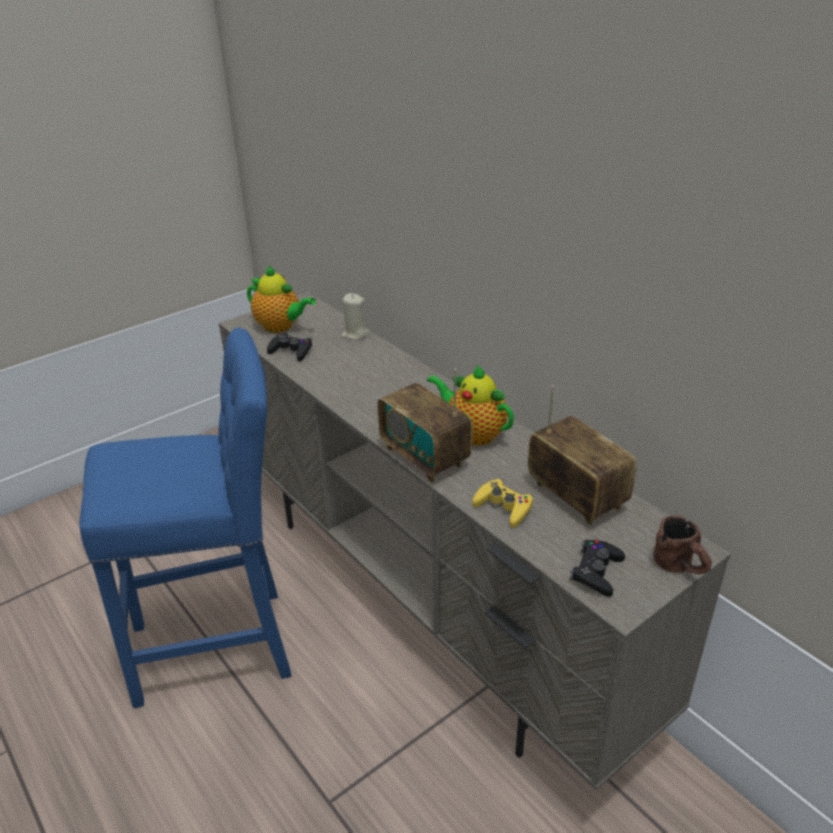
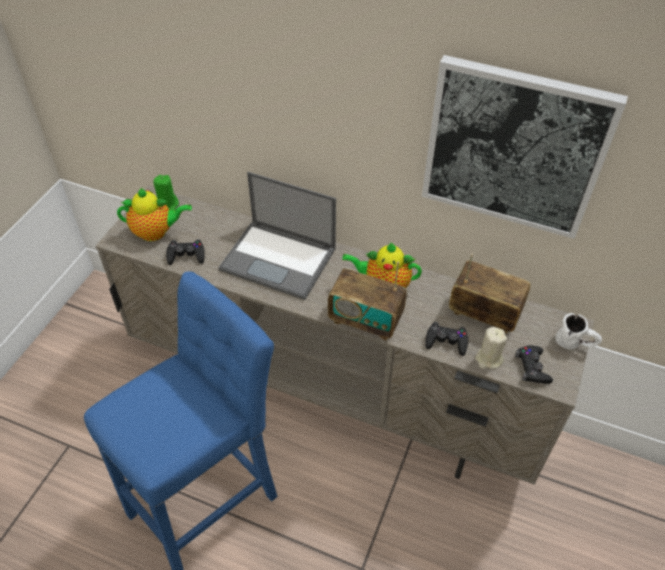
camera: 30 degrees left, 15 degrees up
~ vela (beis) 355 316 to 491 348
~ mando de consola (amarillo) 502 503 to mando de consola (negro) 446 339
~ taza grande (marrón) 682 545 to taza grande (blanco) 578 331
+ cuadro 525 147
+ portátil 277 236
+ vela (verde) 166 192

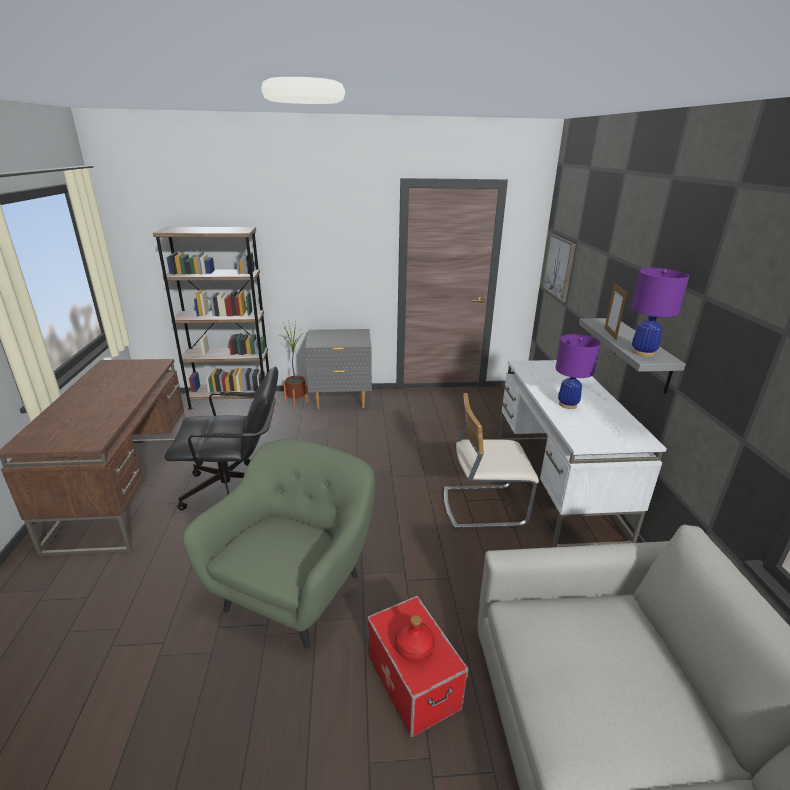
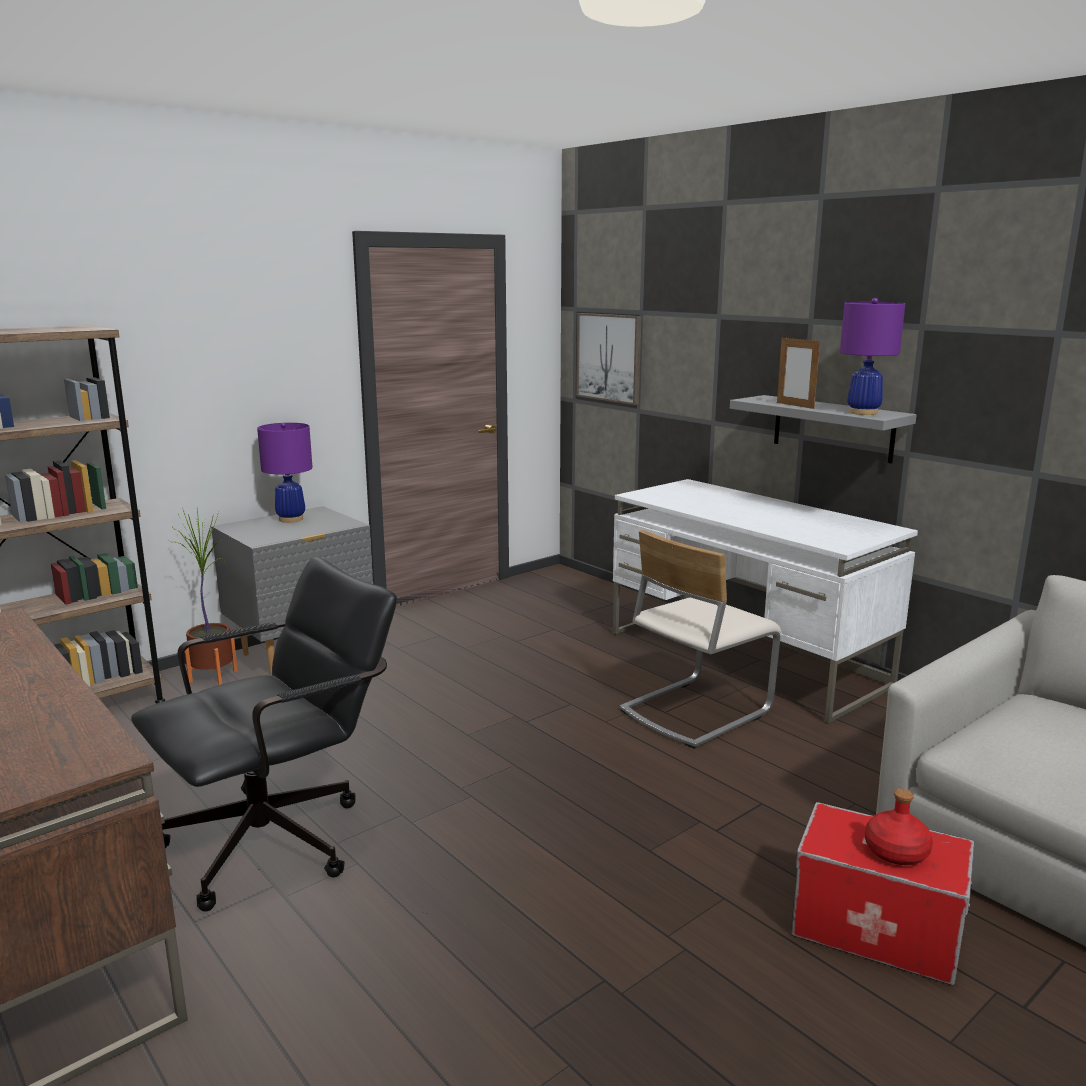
camera: 35 degrees left, 10 degrees down
~ lámpara de mesa (morado) 578 371 to 285 472
- sillón (verde) 279 544

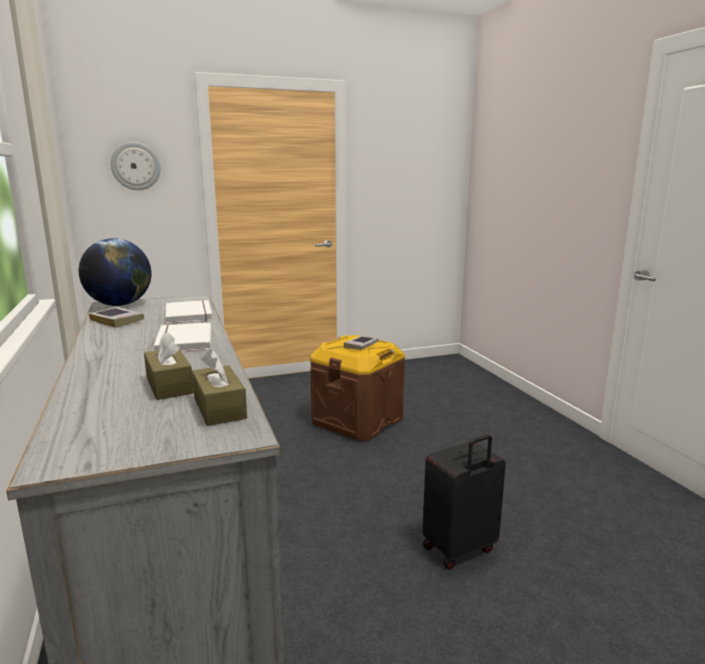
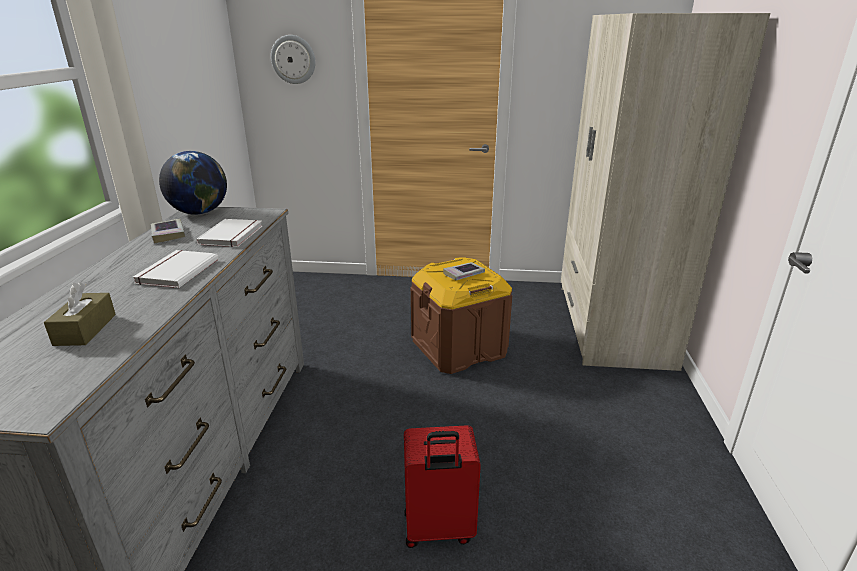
camera: 25 degrees right, 10 degrees up
- caja de pañuelos (marrón) 219 387
~ maleta (negro) 464 501 to maleta (rojo) 442 486
+ armario ropero (beis) 666 192

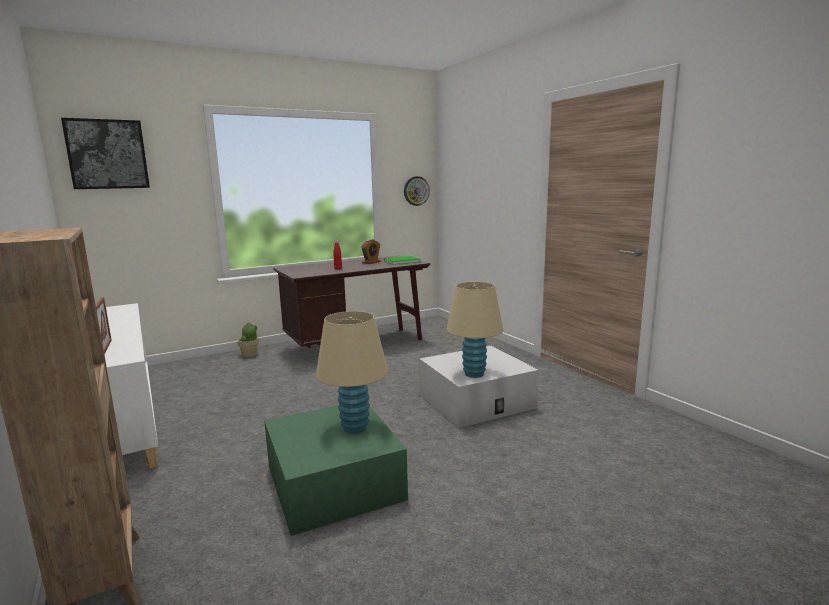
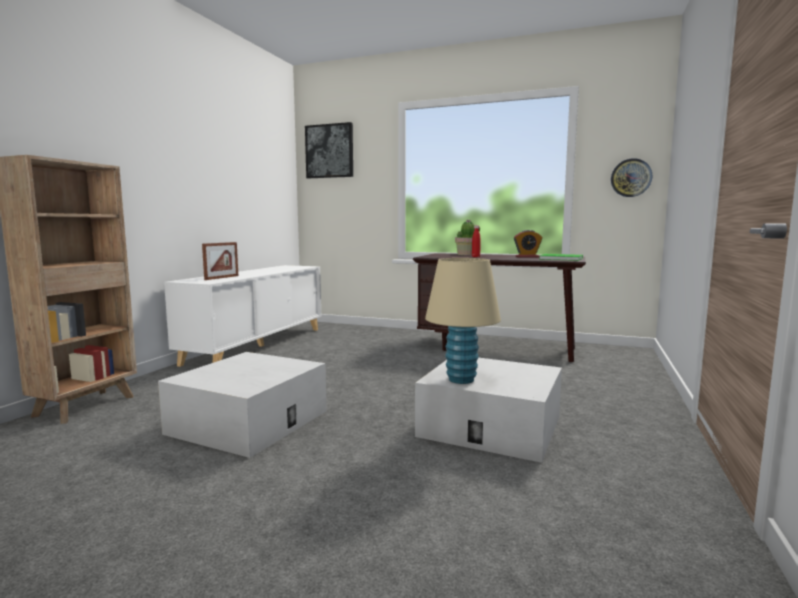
camera: 50 degrees right, 5 degrees down
- lámpara de mesa (beis) 352 372
~ planta en maceta 248 339 to 467 237
~ caja de almacenaje (verde) 336 470 to caja de almacenaje (blanco) 242 405

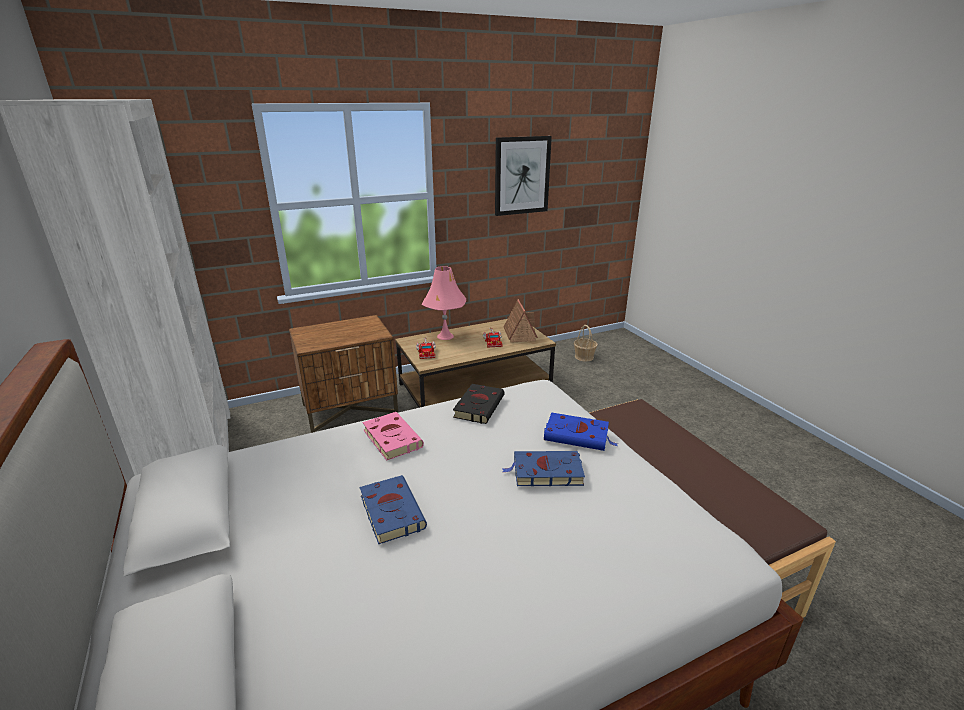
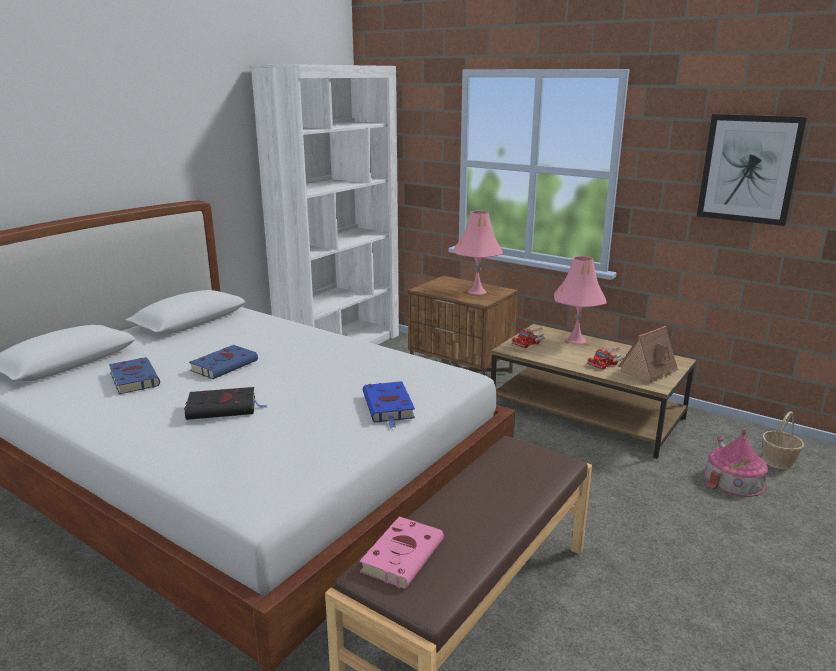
camera: 60 degrees right, 5 degrees down
~ libro (negro) 479 404 to 225 403
~ libro (rosa) 393 436 to 402 552
~ libro (azul) 543 468 to 134 375
+ lámpara de mesa (rosa) 478 252
+ casita 736 463

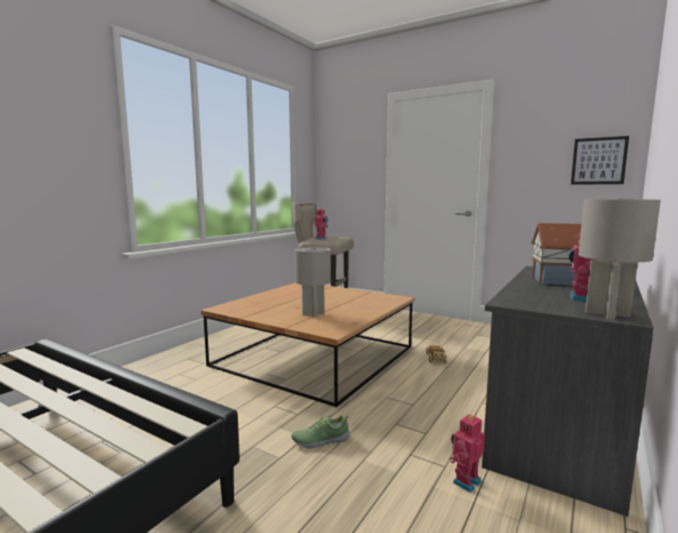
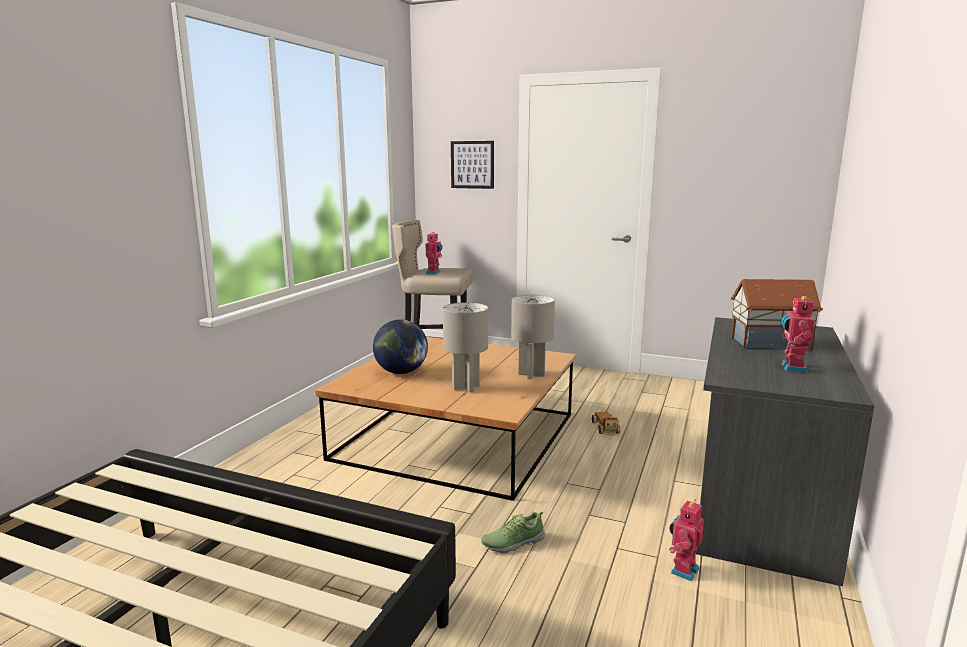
camera: 10 degrees left, 5 degrees up
~ cuadro 600 160 to 472 165
~ lámpara de mesa (gris) 620 259 to 533 337
+ globo terráqueo 400 346

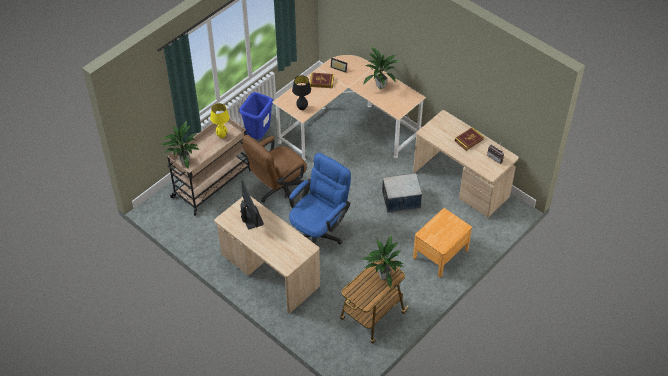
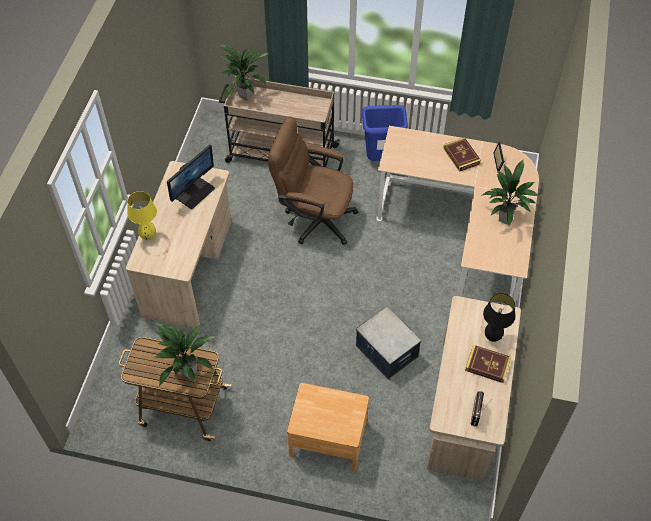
camera: 60 degrees right, 5 degrees up
~ lámpara de mesa (negro) 301 92 to 499 317
~ lámpara de mesa (amarillo) 220 120 to 142 215
- silla de oficina (azul) 320 198

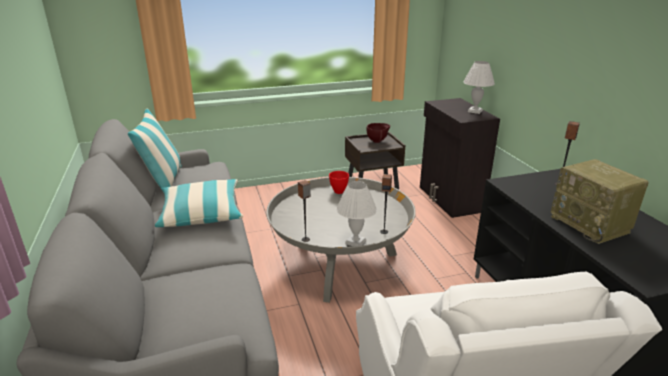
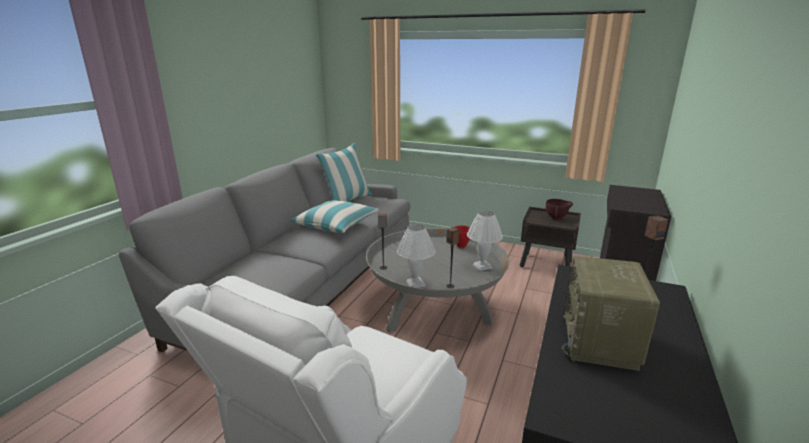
camera: 40 degrees right, 5 degrees down
~ lámpara de mesa (blanco) 479 87 to 485 241

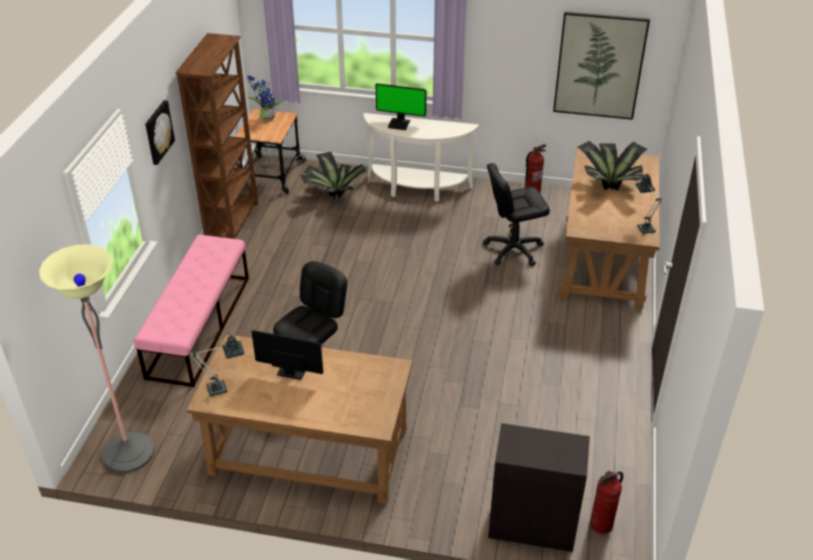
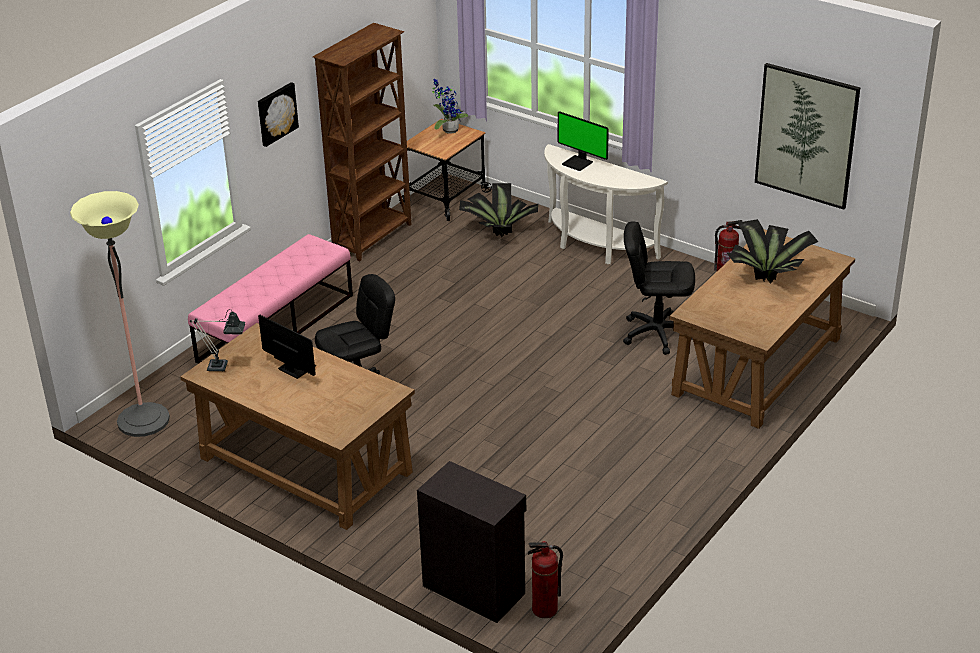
camera: 25 degrees right, 5 degrees down
- lámpara de mesa 649 203

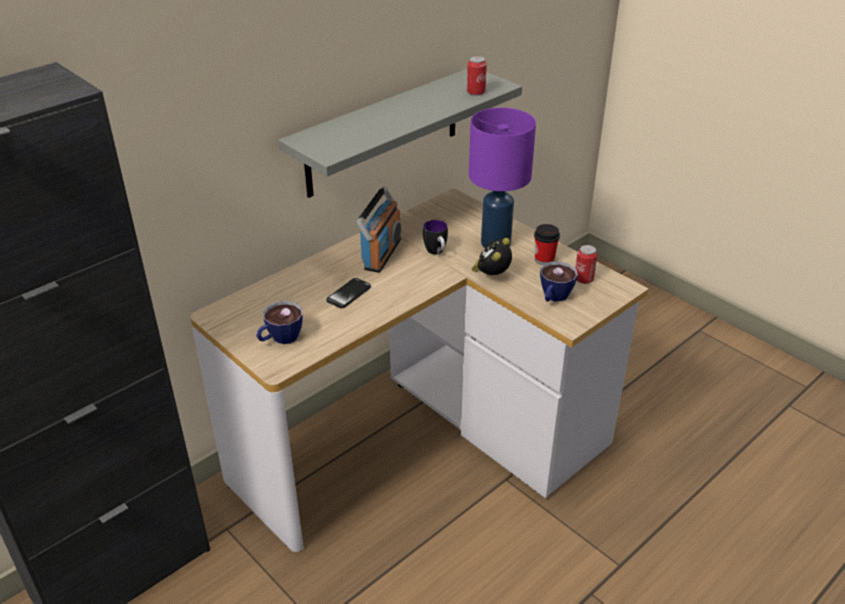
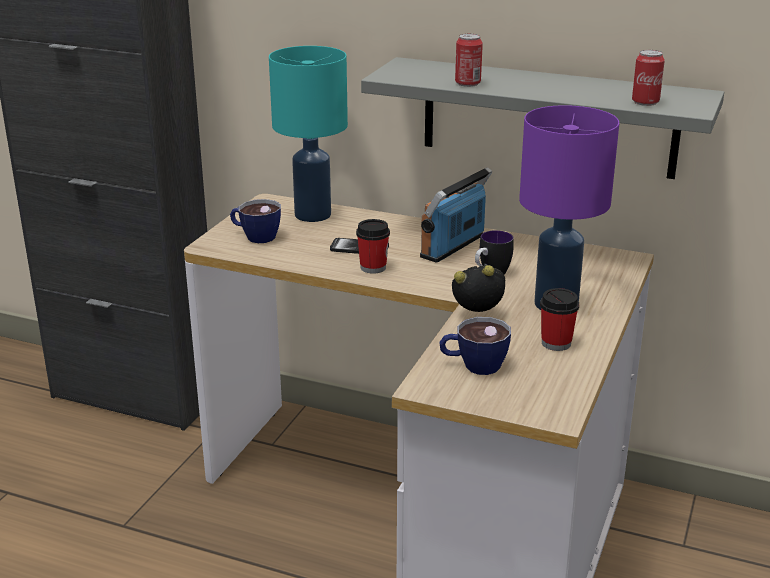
camera: 65 degrees right, 10 degrees down
~ radio 378 229 = 456 215 135 degrees clockwise
~ lata 586 264 to 469 60
+ lámpara de mesa (turquesa) 308 134
+ taza 373 246

